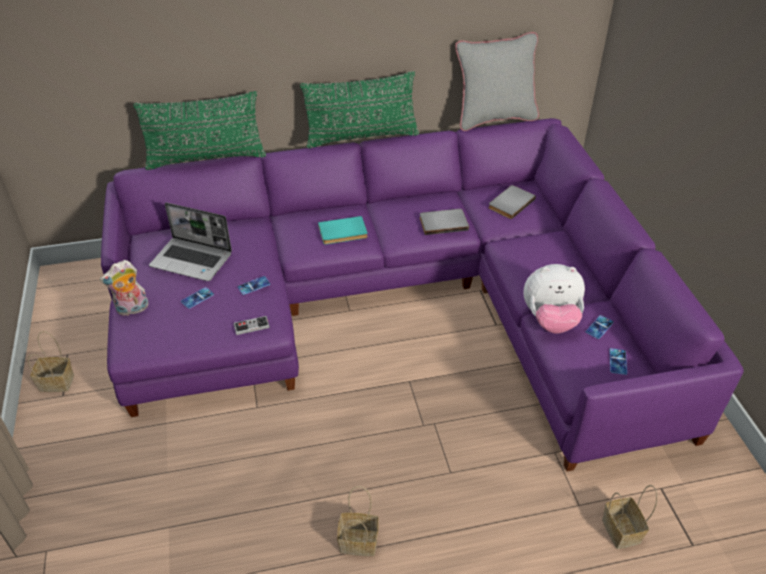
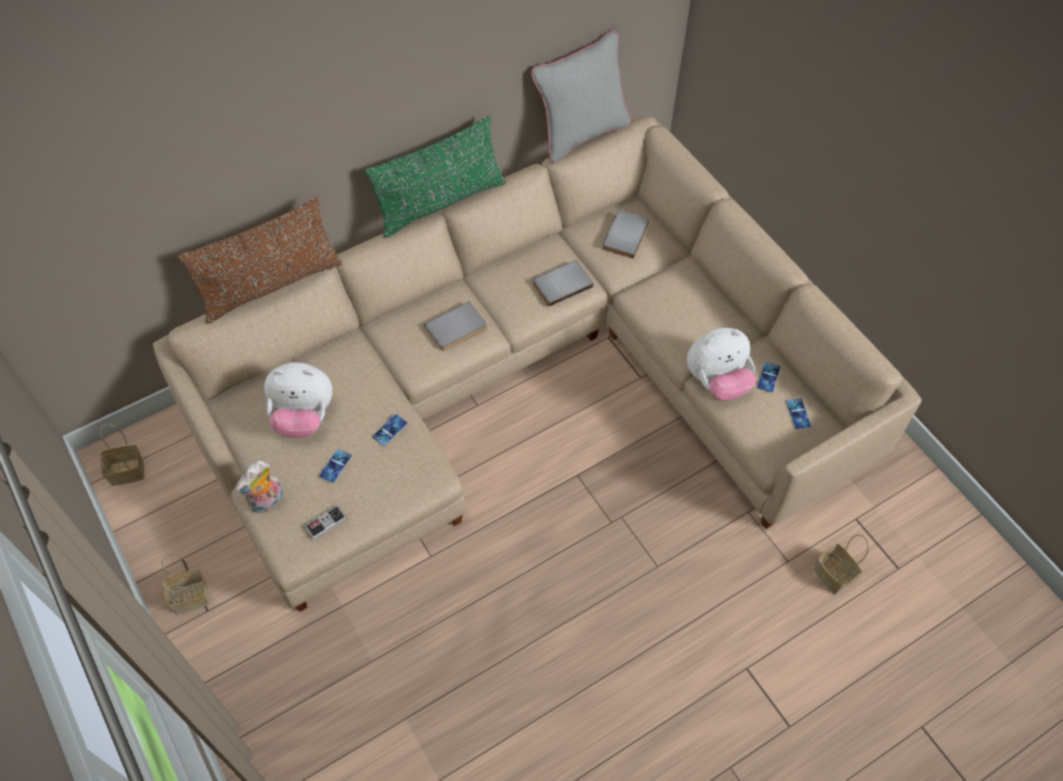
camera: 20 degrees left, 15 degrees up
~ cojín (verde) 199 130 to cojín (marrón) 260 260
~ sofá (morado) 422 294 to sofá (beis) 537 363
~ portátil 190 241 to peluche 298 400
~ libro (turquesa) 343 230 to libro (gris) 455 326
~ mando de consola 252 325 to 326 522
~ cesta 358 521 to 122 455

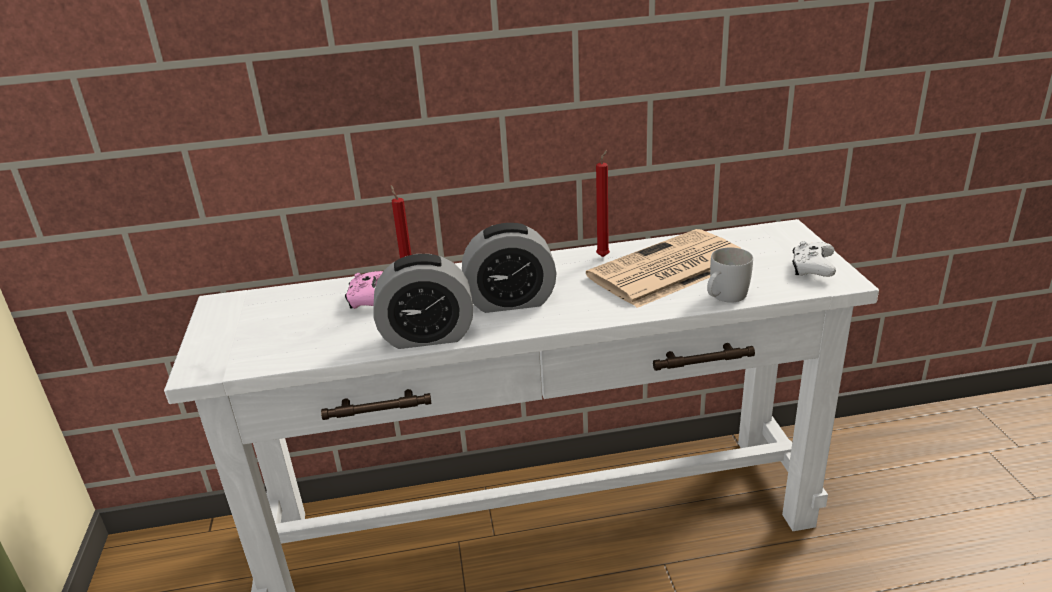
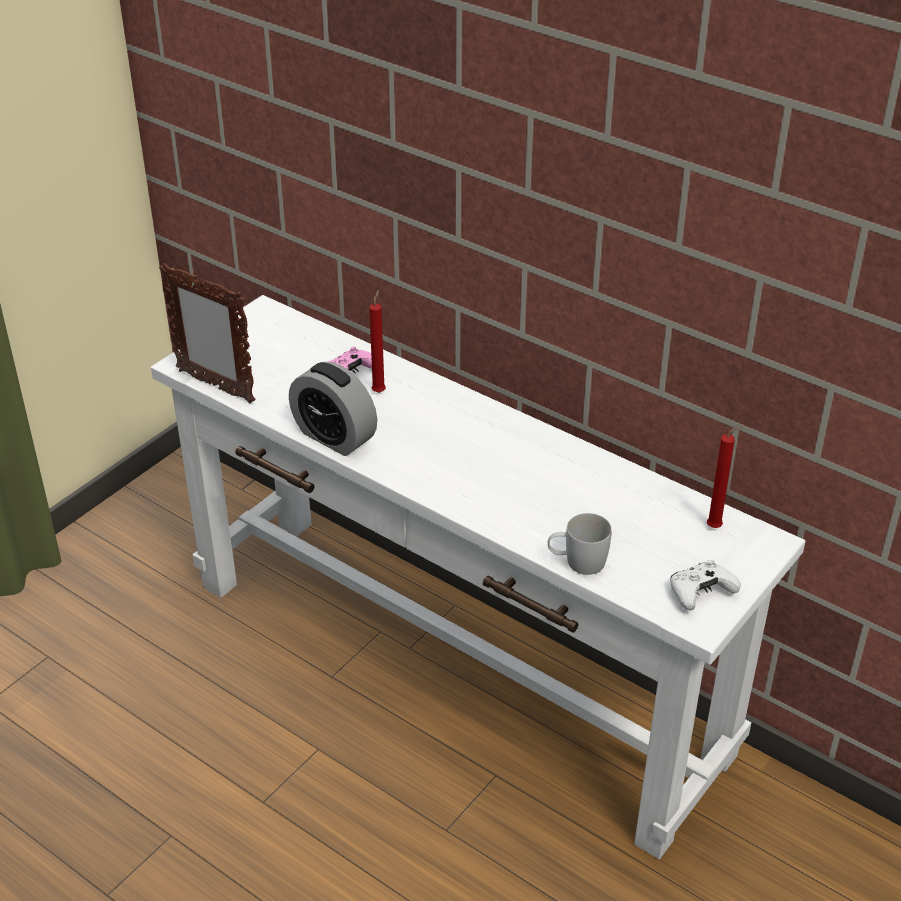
camera: 45 degrees right, 10 degrees up
~ vela (rojo) 603 203 to 725 476
- despertador 509 268
- periódico 663 268
+ portarretratos 207 333

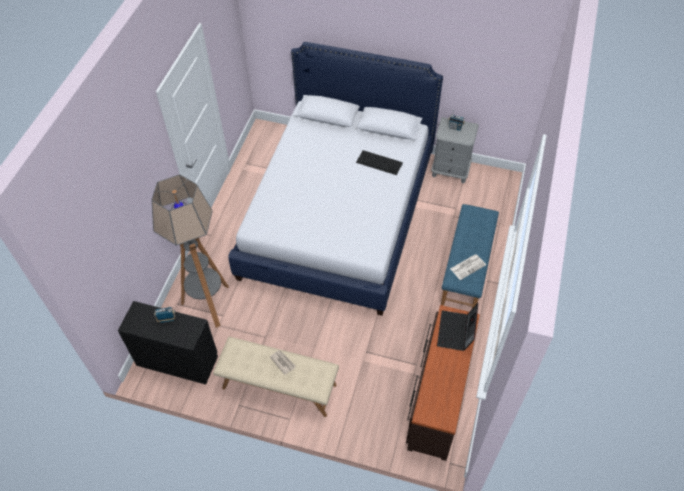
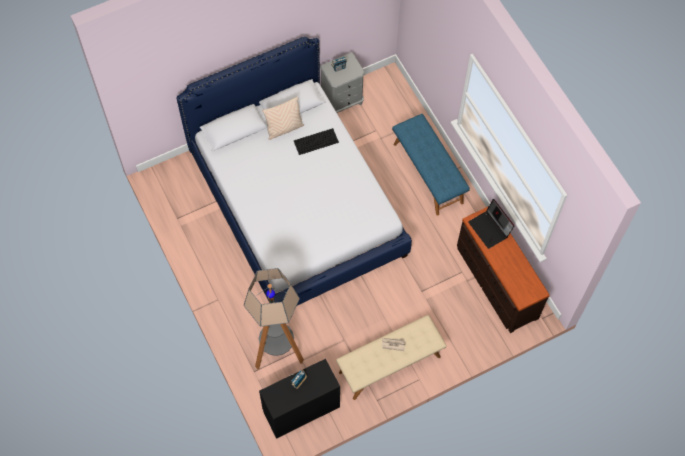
camera: 45 degrees left, 10 degrees up
- periódico 468 267
+ cojín (beis) 283 118

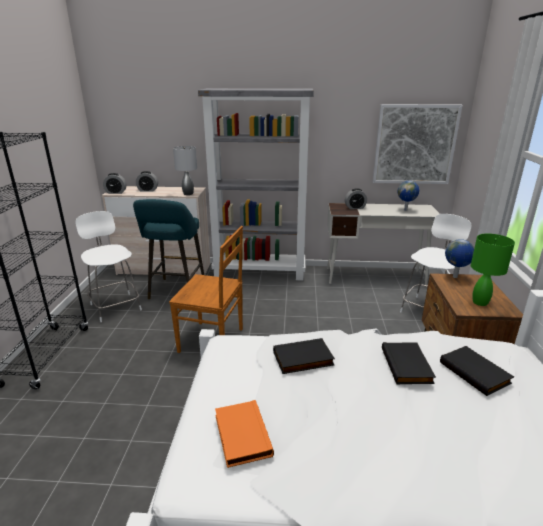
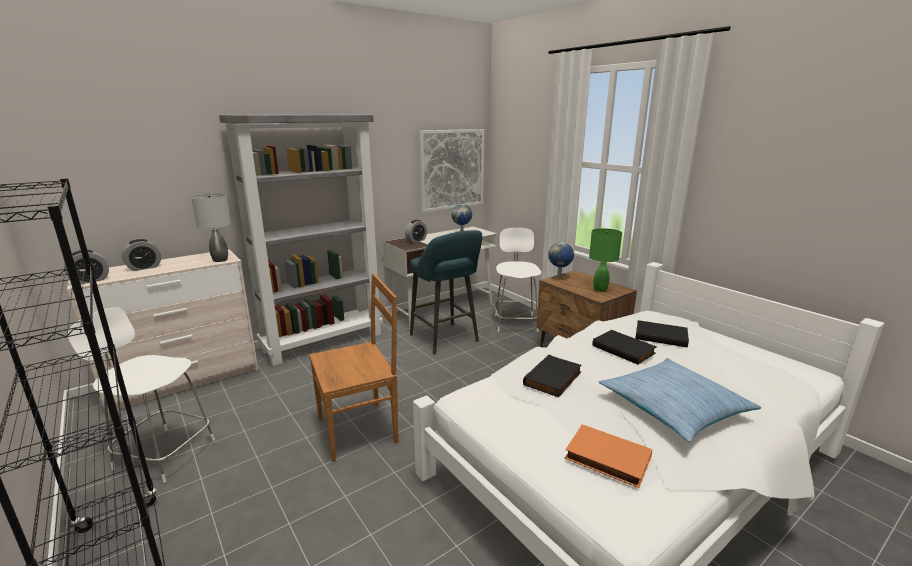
camera: 40 degrees left, 5 degrees down
~ taburete (turquesa) 168 249 to 446 292
+ cojín 680 400

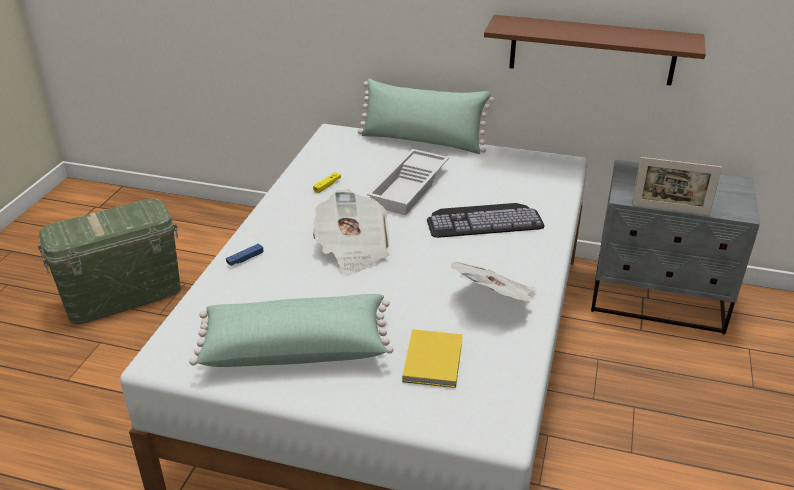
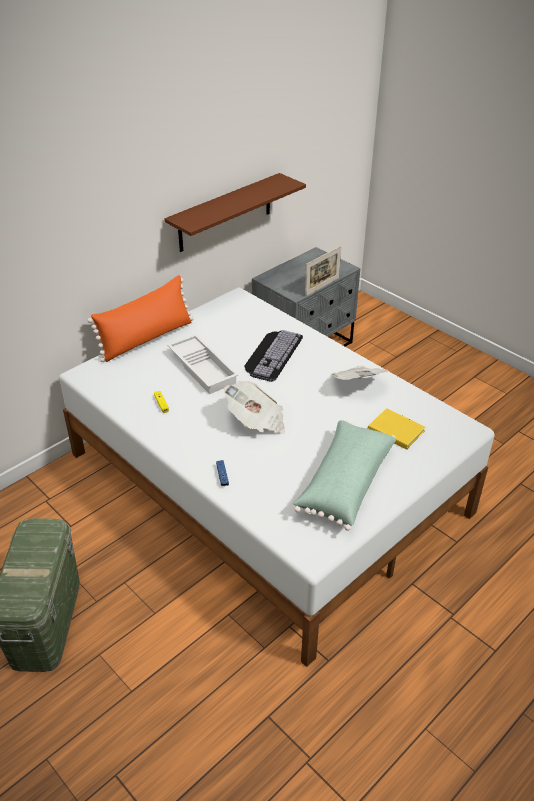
camera: 60 degrees left, 5 degrees up
~ cojín (verde) 426 116 to cojín (naranja) 140 318

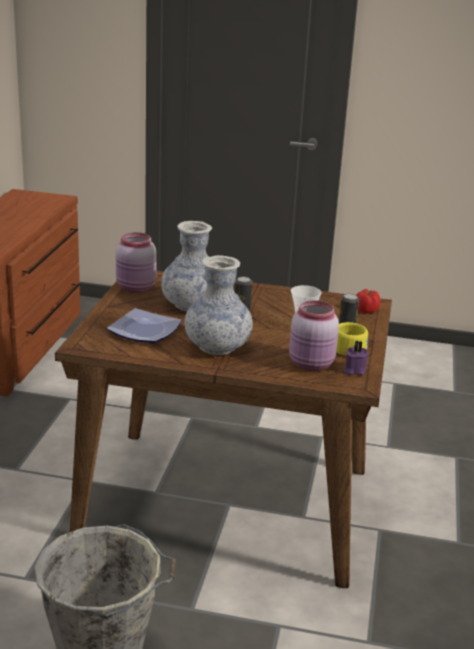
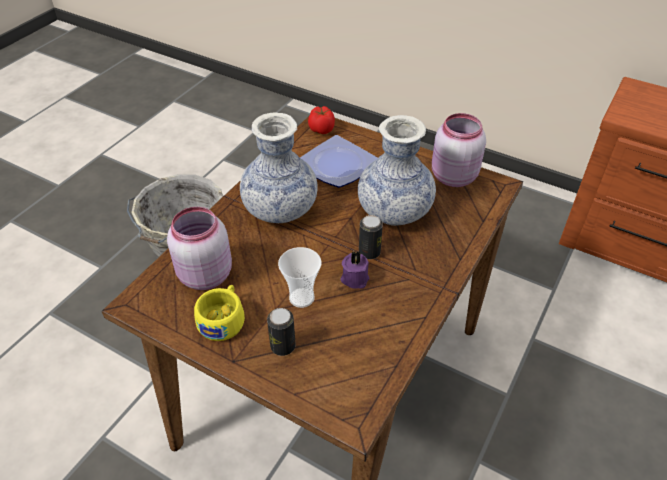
camera: 110 degrees right, 20 degrees up
~ tomate 368 301 to 321 120
~ vela (morado) 356 358 to 354 270

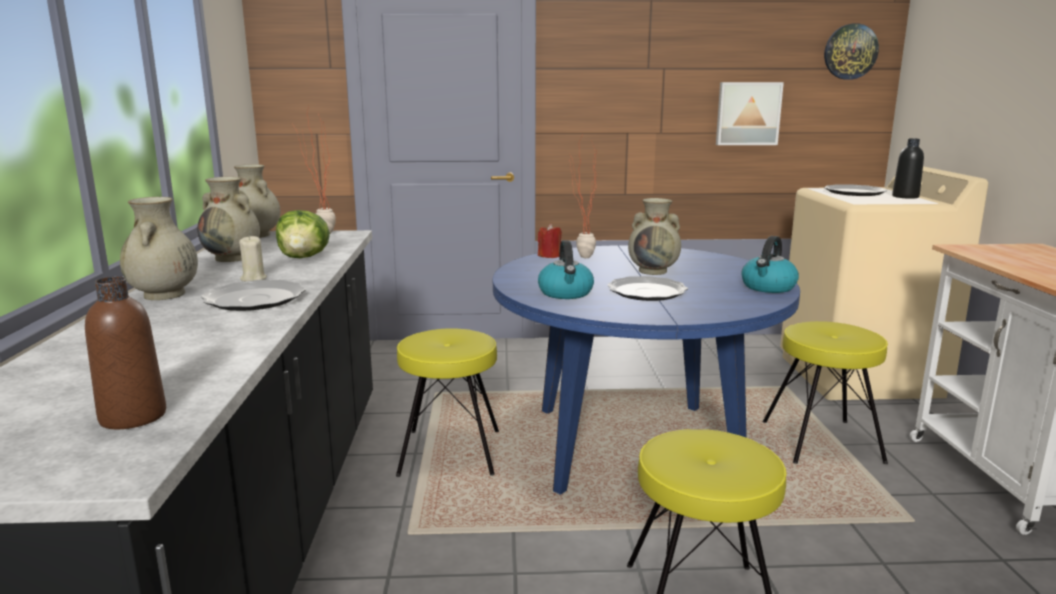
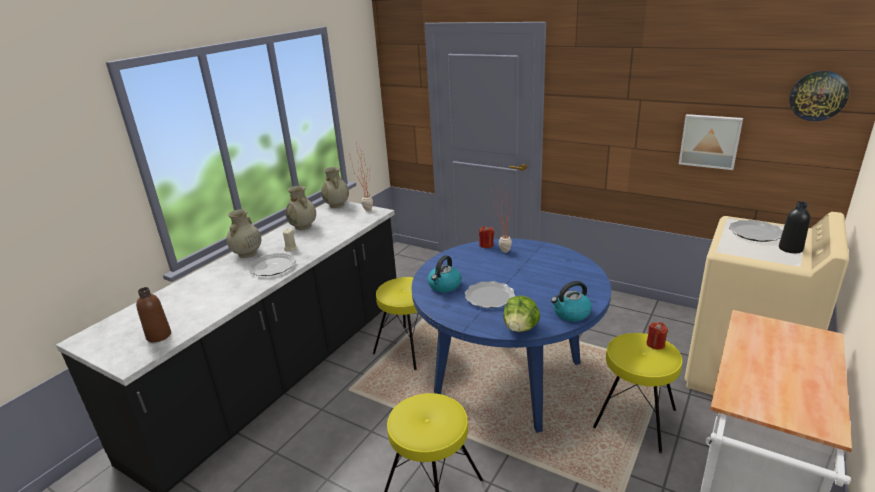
camera: 35 degrees right, 10 degrees up
- florero (beis) 654 236
~ lechuga 303 234 to 521 314
+ vela (rojo) 657 336

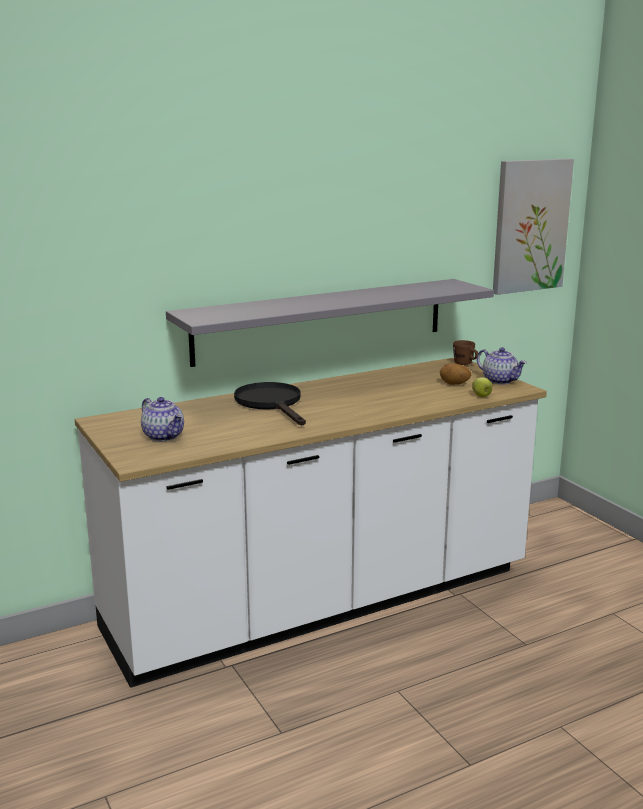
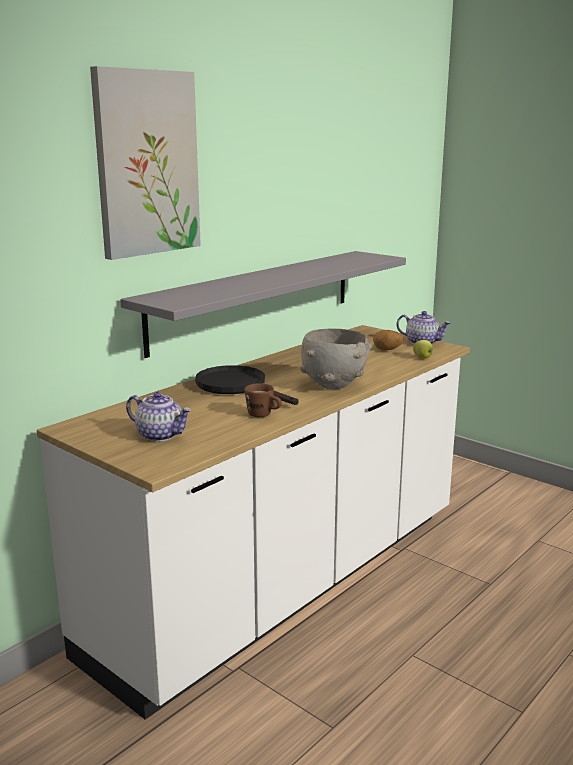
camera: 20 degrees left, 0 degrees up
~ cuadro 533 227 to 145 163
~ taza grande (marrón) 465 352 to 263 400
+ cuenco (gris) 336 358

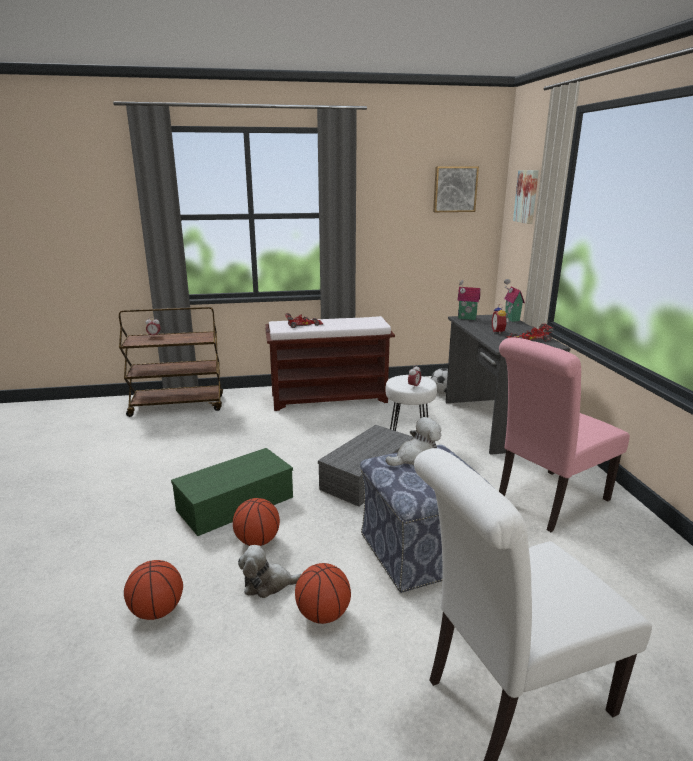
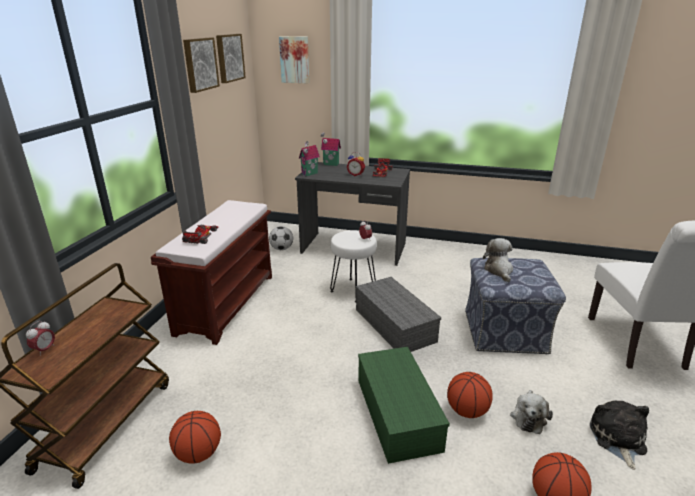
camera: 65 degrees left, 5 degrees up
- silla (rosa) 564 434
~ balón de baloncesto 323 593 to 195 437
+ cuadro 201 65
+ peluche 619 435

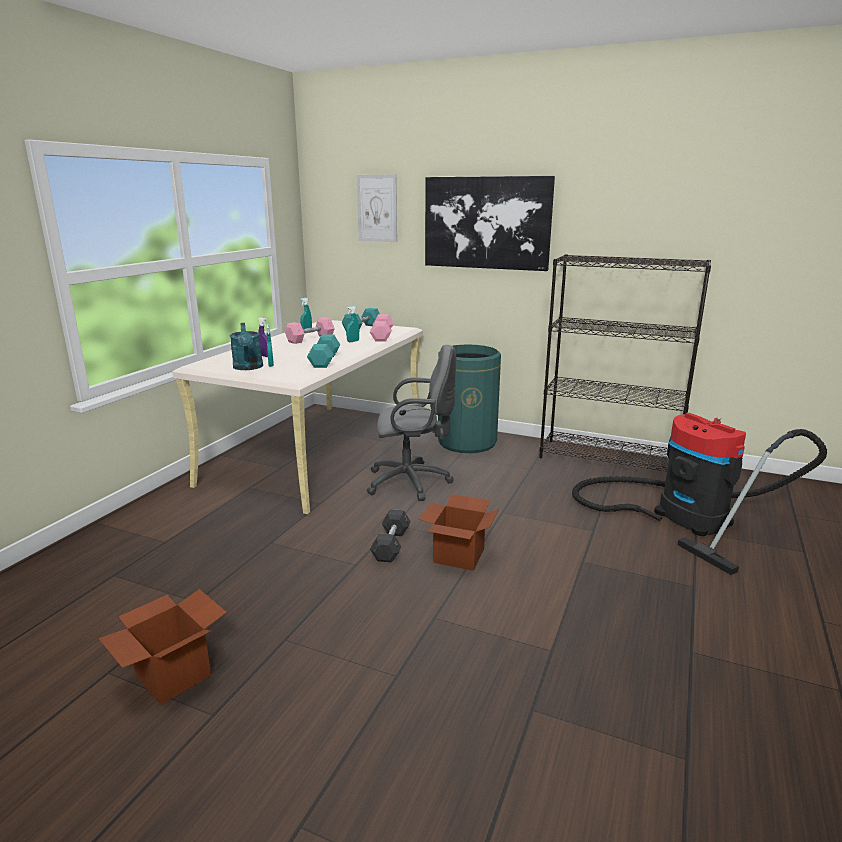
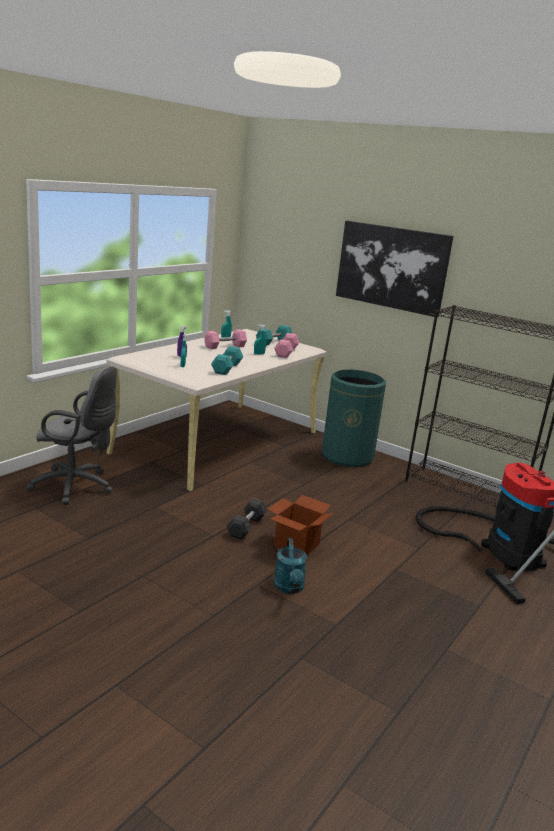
camera: 10 degrees right, 0 degrees up
- cuadro 377 208
~ regadera (turquesa) 246 346 to 290 566
~ silla de oficina (gris) 411 423 to 71 435
- caja de cartón 162 647

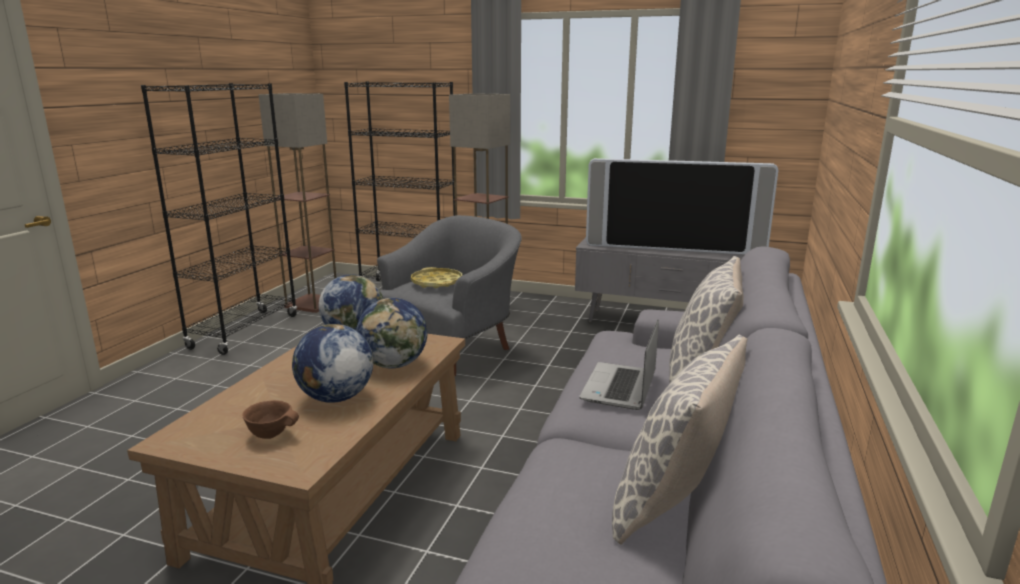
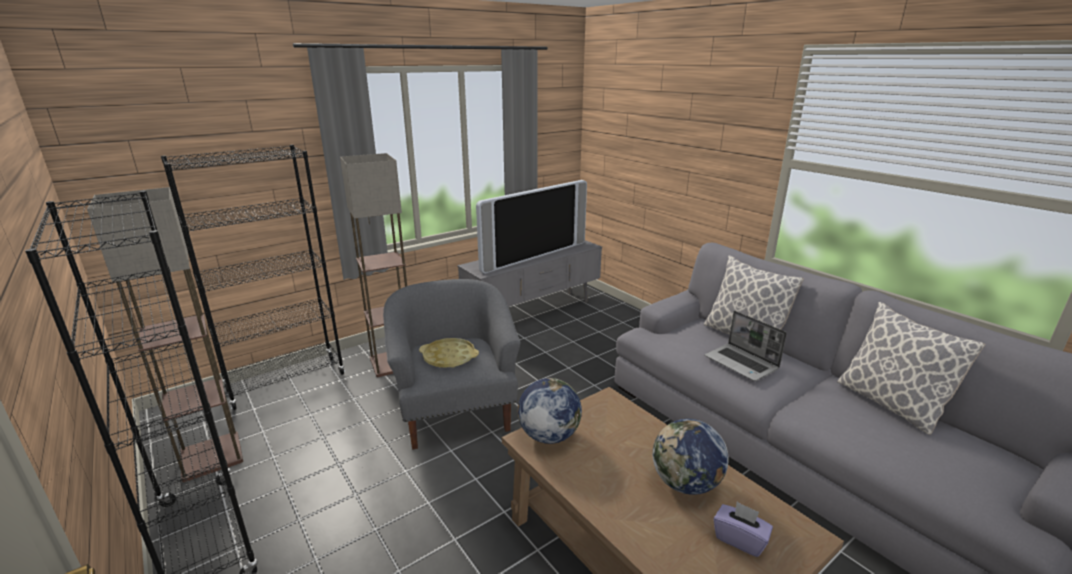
camera: 55 degrees left, 5 degrees up
- globo terráqueo 391 333
~ cuenco (marrón) 270 419 to caja de pañuelos (morado) 743 529

